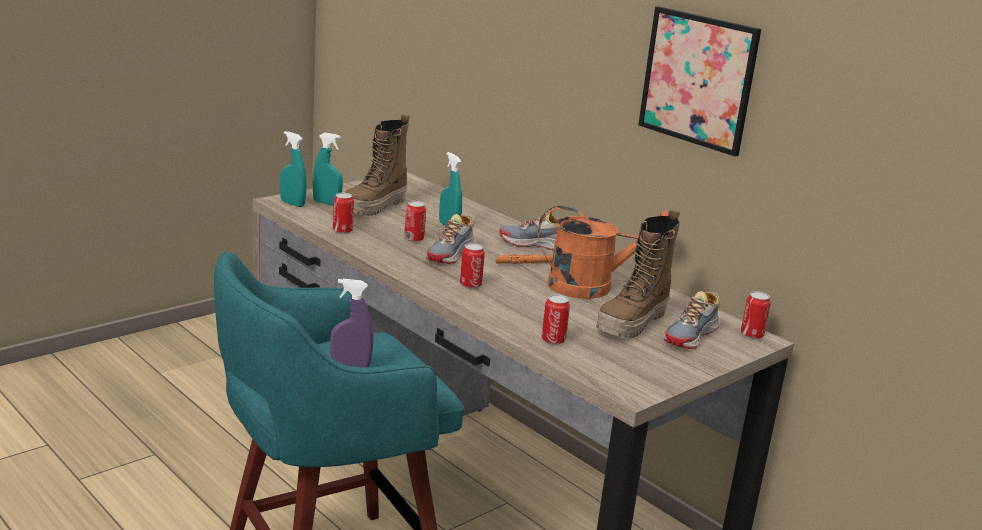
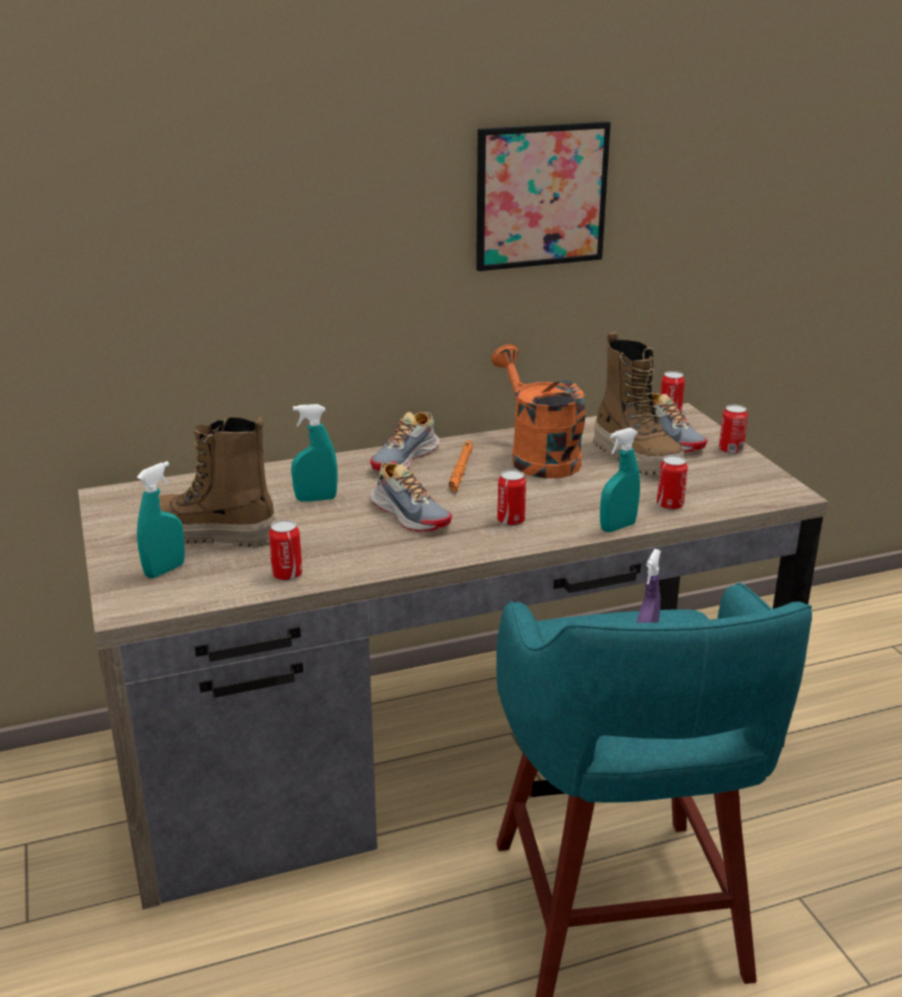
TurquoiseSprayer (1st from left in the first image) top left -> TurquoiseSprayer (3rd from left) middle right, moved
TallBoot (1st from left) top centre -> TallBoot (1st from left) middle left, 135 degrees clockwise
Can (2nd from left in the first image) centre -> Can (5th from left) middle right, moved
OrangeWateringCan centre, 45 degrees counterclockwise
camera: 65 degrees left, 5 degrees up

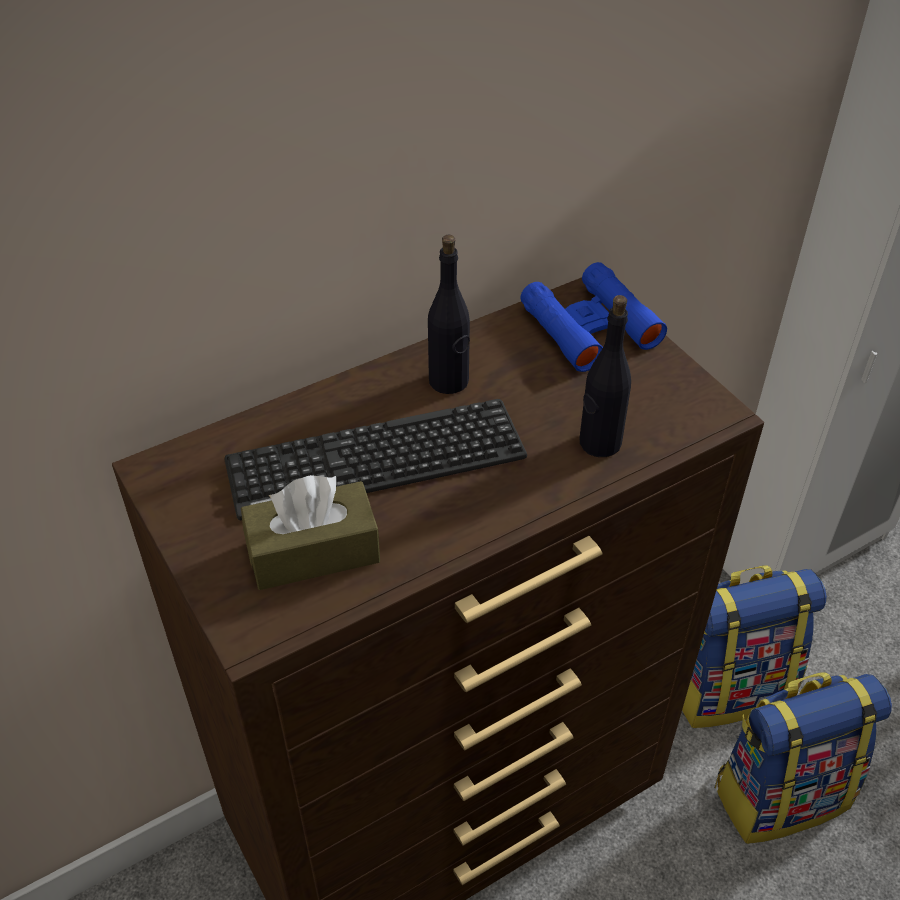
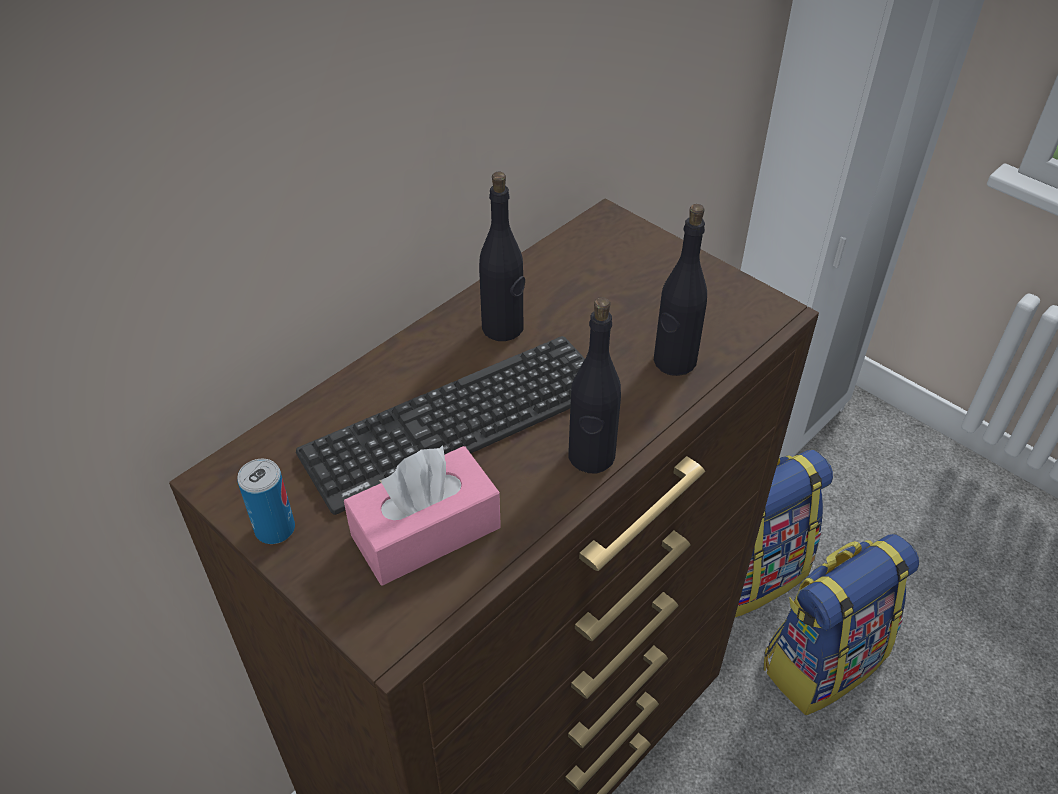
BrownishTissueBox centre -> PinkColouredTissueBox centre
BlueColouredBinoculars centre -> none
none -> Can middle left
none -> BlackishDrinkBottle (2nd from left) centre
camera: 15 degrees left, 0 degrees up

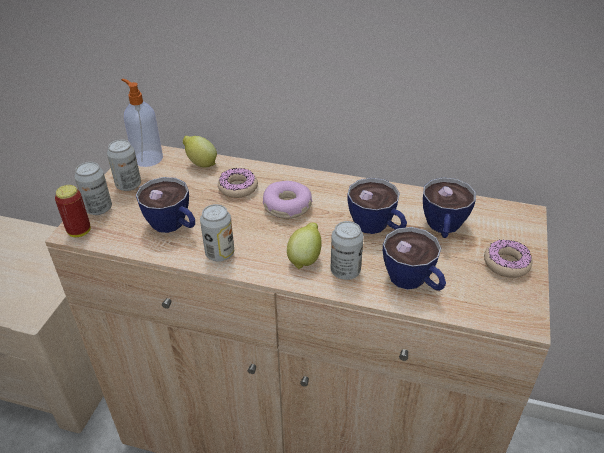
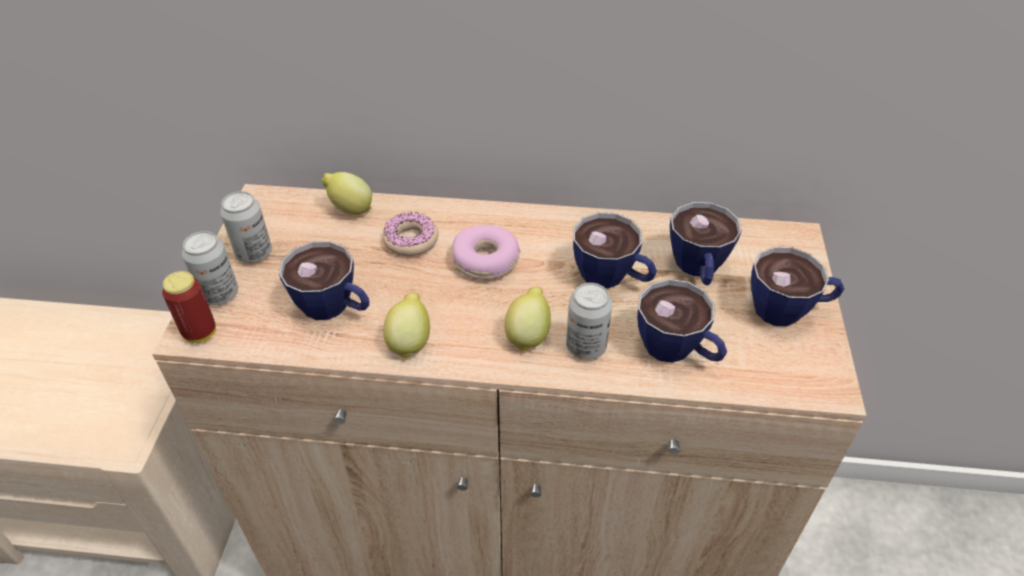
SoapBottle top left -> none
Can (4th from left) centre -> WholeLemon (2nd from left) centre
Doughnut (3rd from left) middle right -> SmallCup (5th from left) middle right
camera: 10 degrees left, 5 degrees up

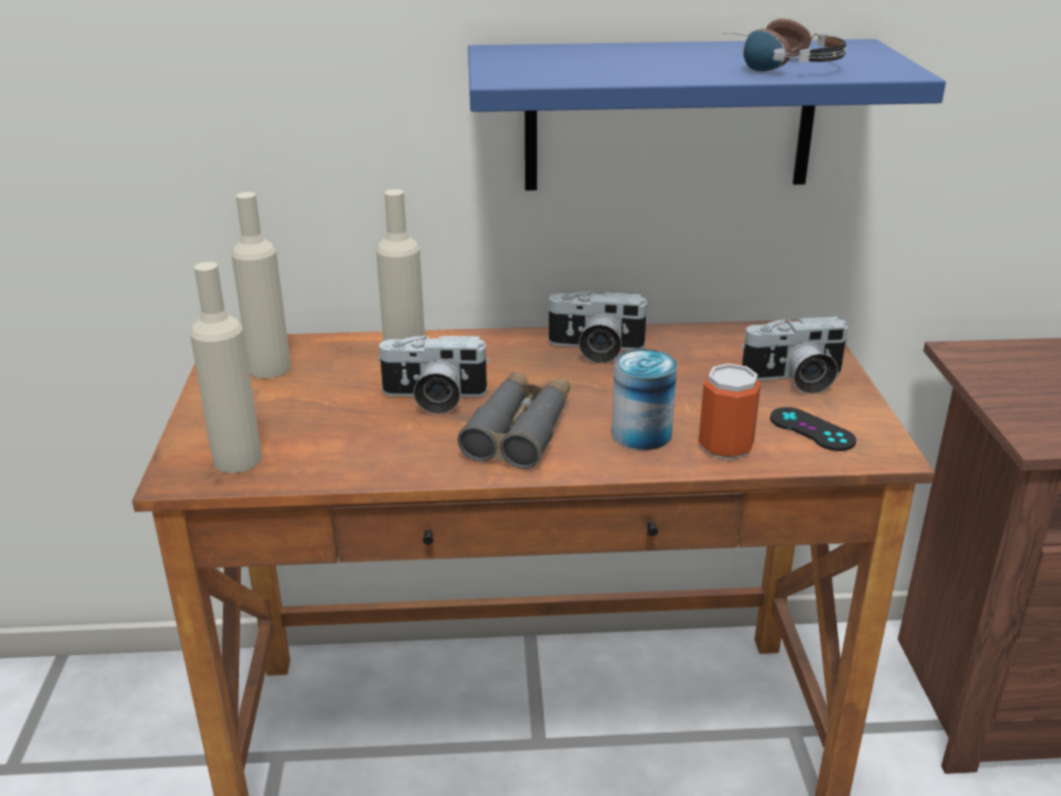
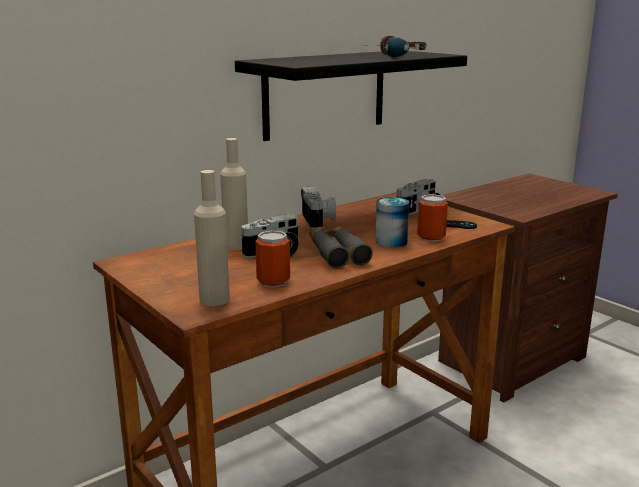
BeigeDrinkBottle (2nd from left) middle left -> none
BlueColouredShelf top centre -> BlackishShelf top centre
PhotoCamera (2nd from left) centre, 75 degrees counterclockwise
none -> Can (1st from left) centre
camera: 35 degrees left, 10 degrees down

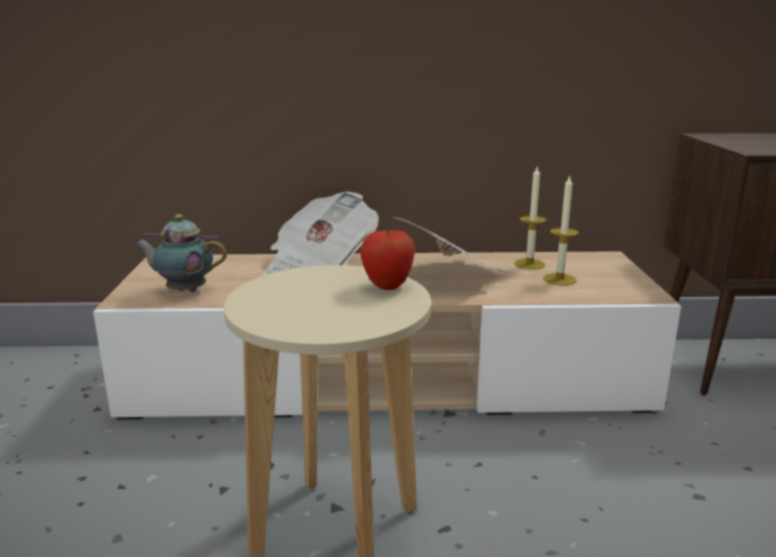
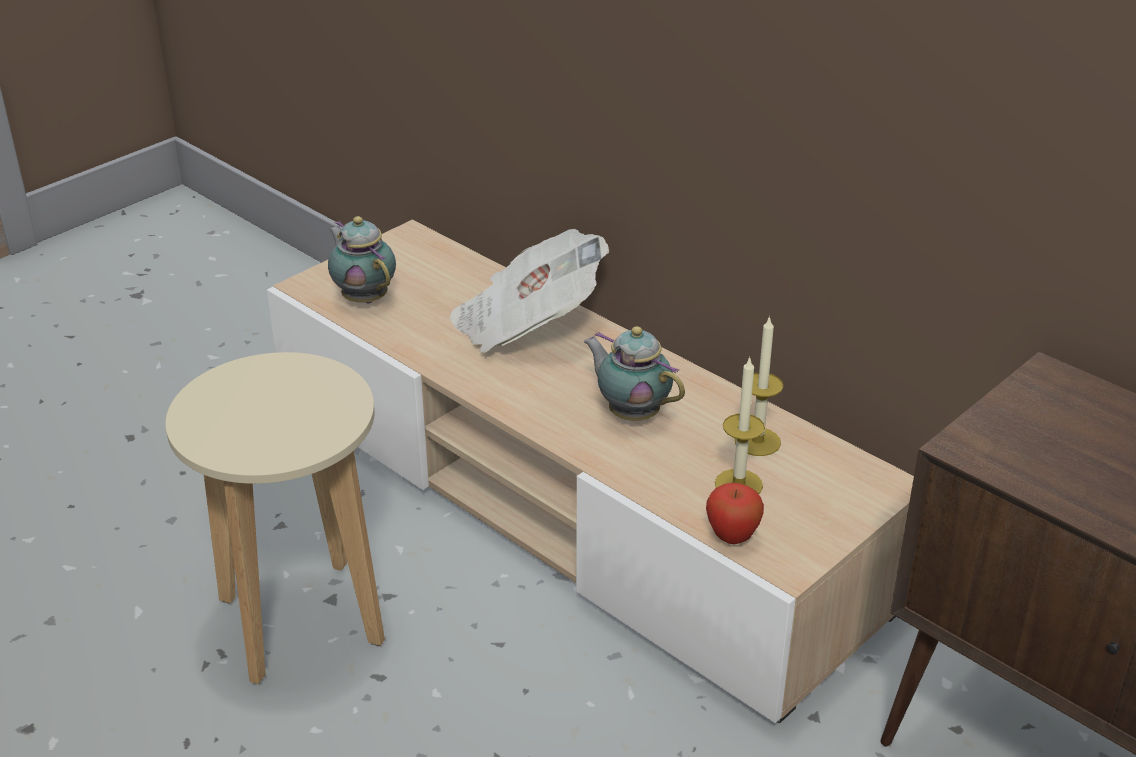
Apple centre -> Apple bottom centre, moved
PrintedPaper (2nd from left) centre -> PotForTea (2nd from left) centre
camera: 45 degrees right, 15 degrees up

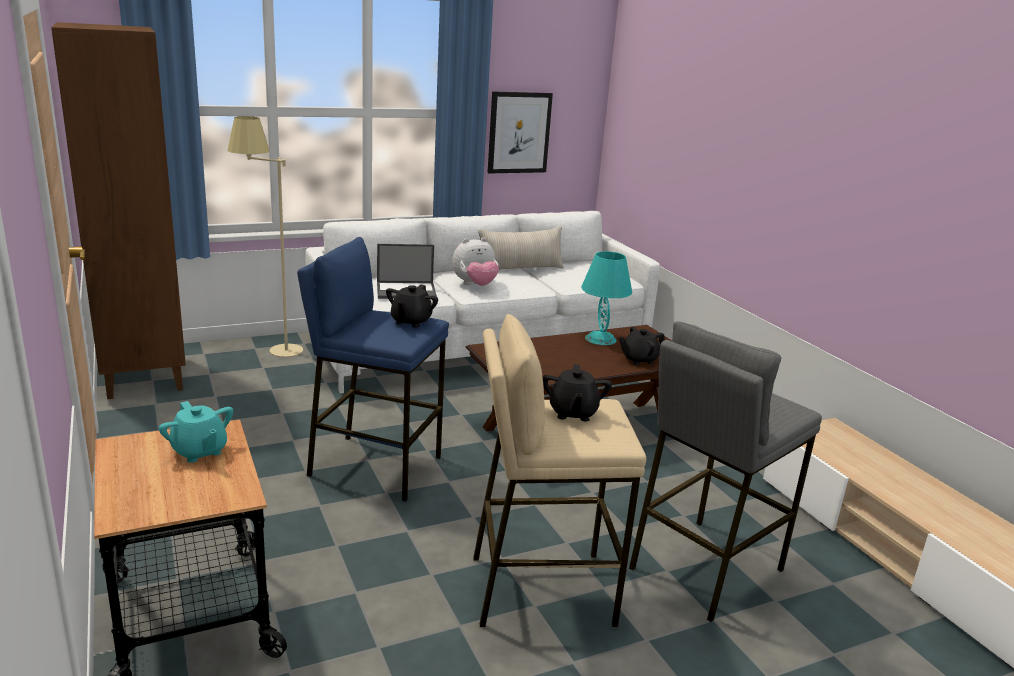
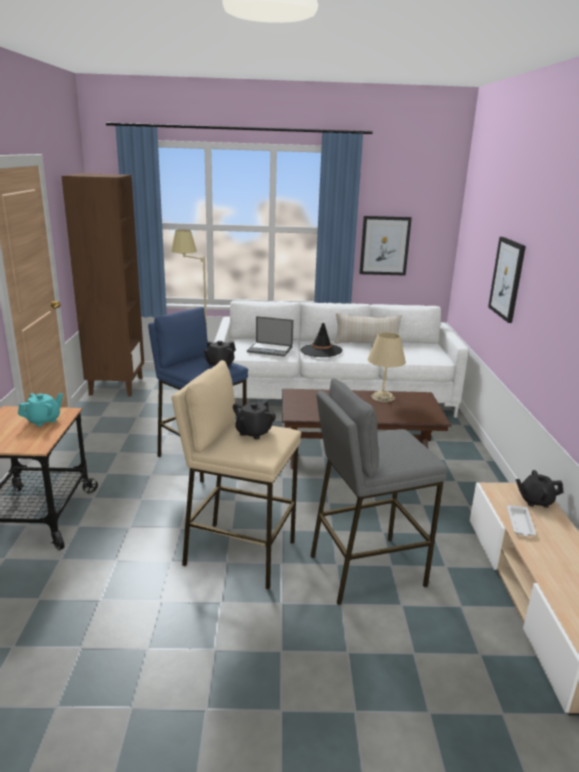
TurquoisePotForTea middle left, 120 degrees counterclockwise
CuddlyToy centre -> BlackishClothingHat centre
TurquoiseTabletopLamp centre -> BeigeTabletopLamp middle right
BlackishPotForTea (3rd from left) centre -> BlackishPotForTea (3rd from left) middle right, moved
none -> WallArt (2nd from left) middle right
none -> WhitishTray bottom right
camera: 25 degrees right, 0 degrees up

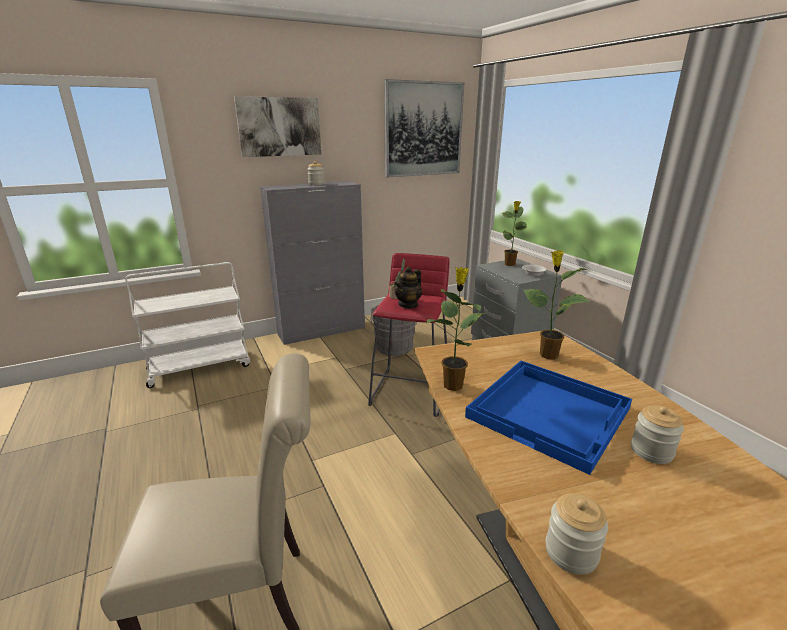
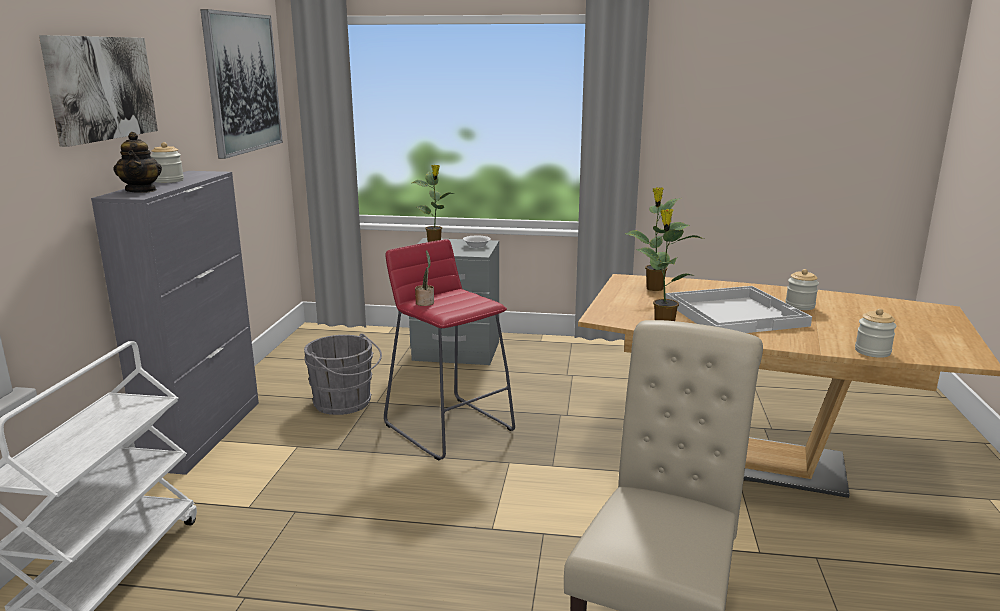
PotForTea centre -> PotForTea top left, moved
BlueColouredTray middle right -> WhitishTray middle right
camera: 55 degrees left, 5 degrees down

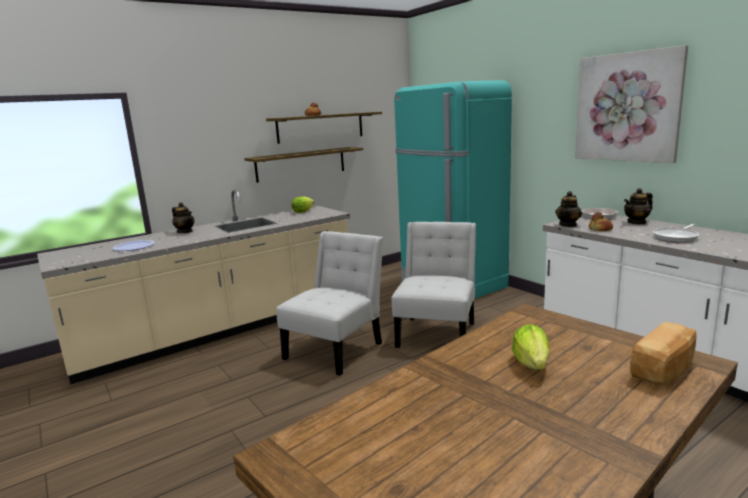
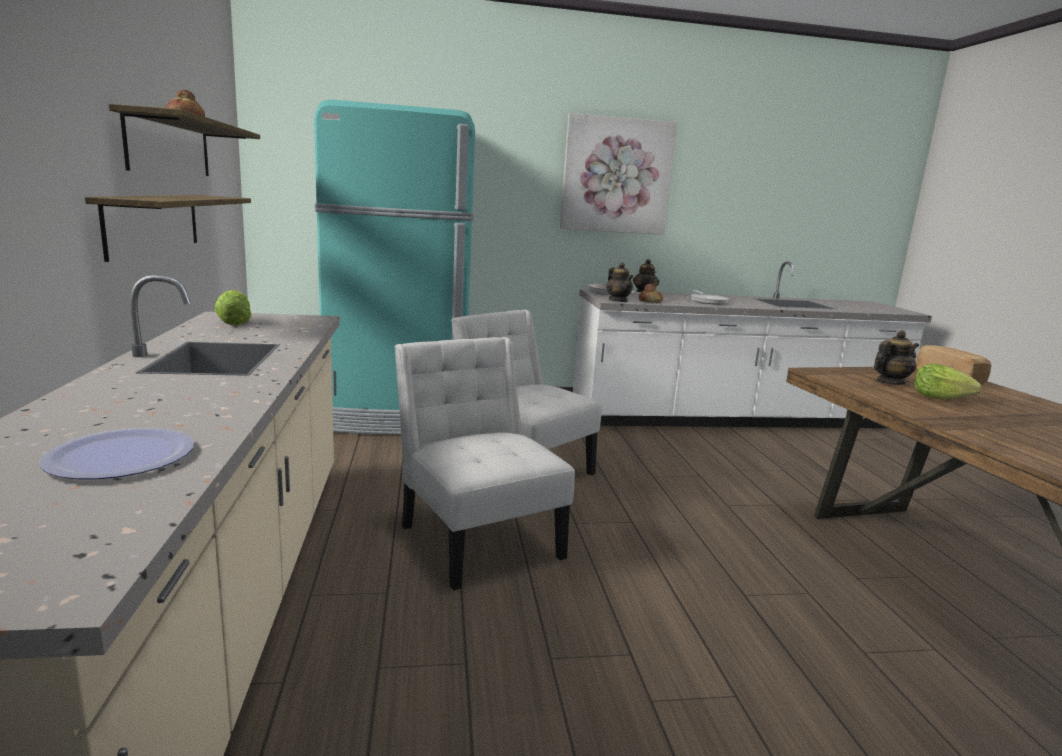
PotForTea (1st from left in the first image) middle left -> PotForTea (3rd from left) middle right, moved
camera: 65 degrees left, 0 degrees up

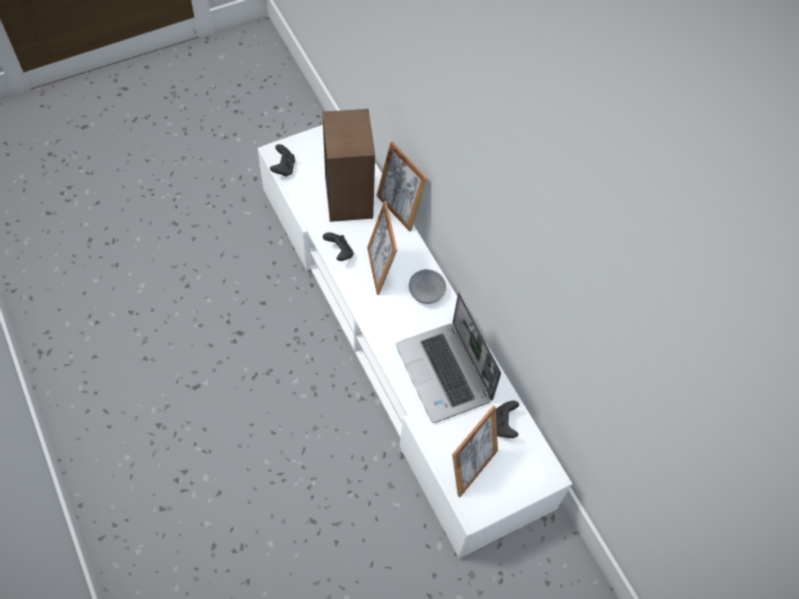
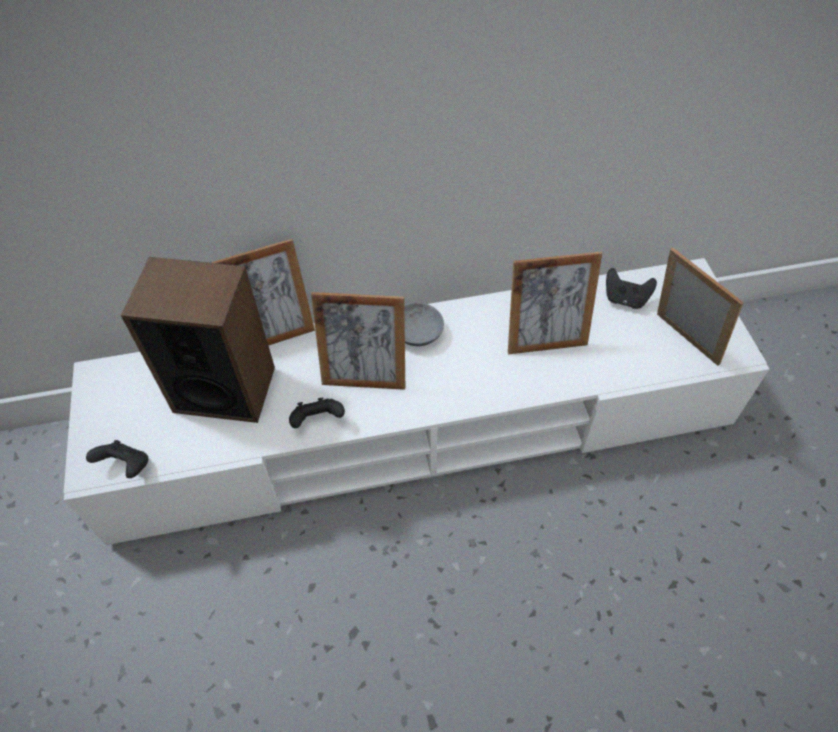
Laptop centre -> PhotoFrame (3rd from left) centre
camera: 70 degrees left, 5 degrees down

